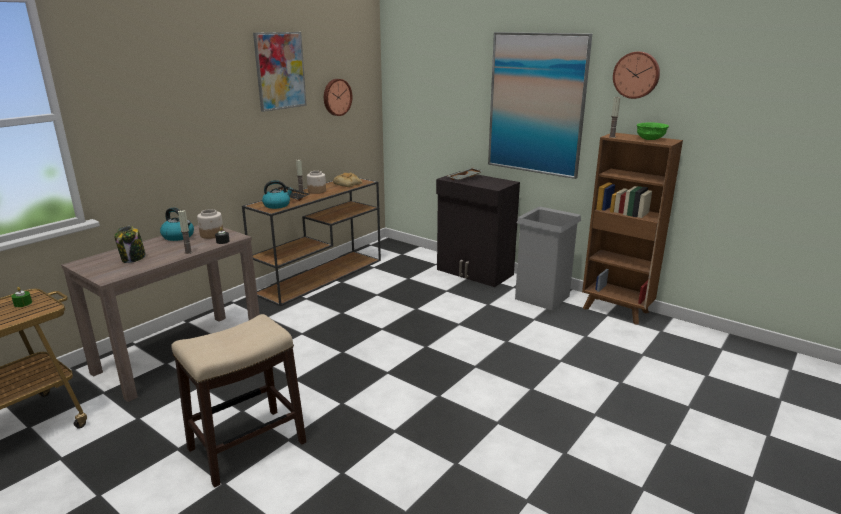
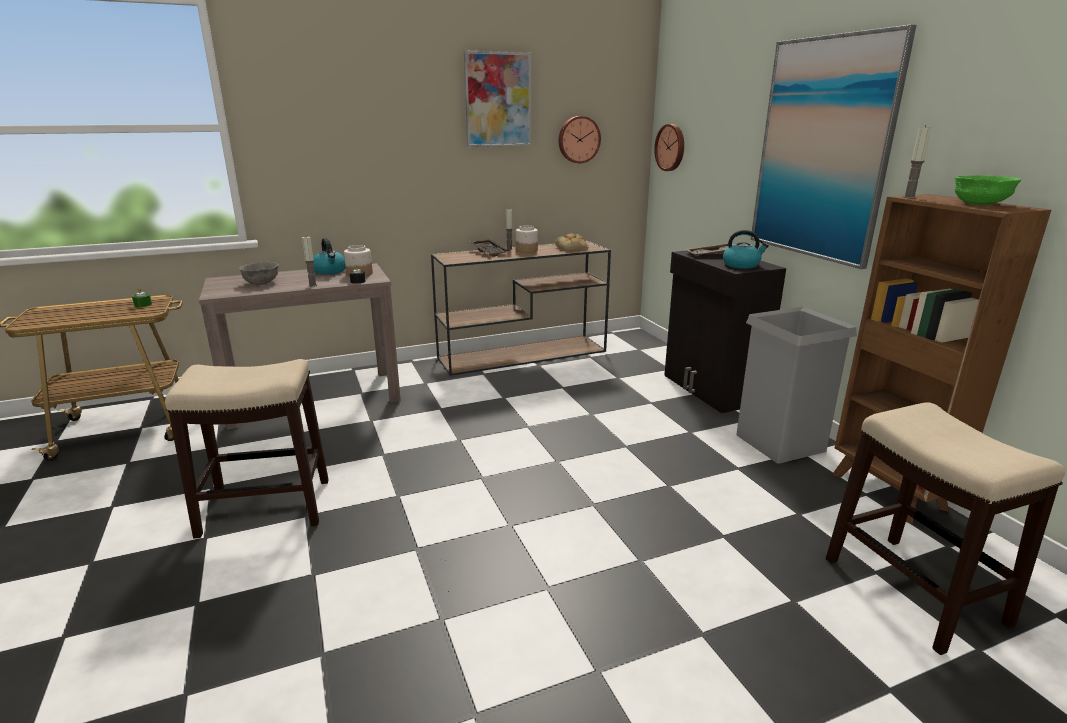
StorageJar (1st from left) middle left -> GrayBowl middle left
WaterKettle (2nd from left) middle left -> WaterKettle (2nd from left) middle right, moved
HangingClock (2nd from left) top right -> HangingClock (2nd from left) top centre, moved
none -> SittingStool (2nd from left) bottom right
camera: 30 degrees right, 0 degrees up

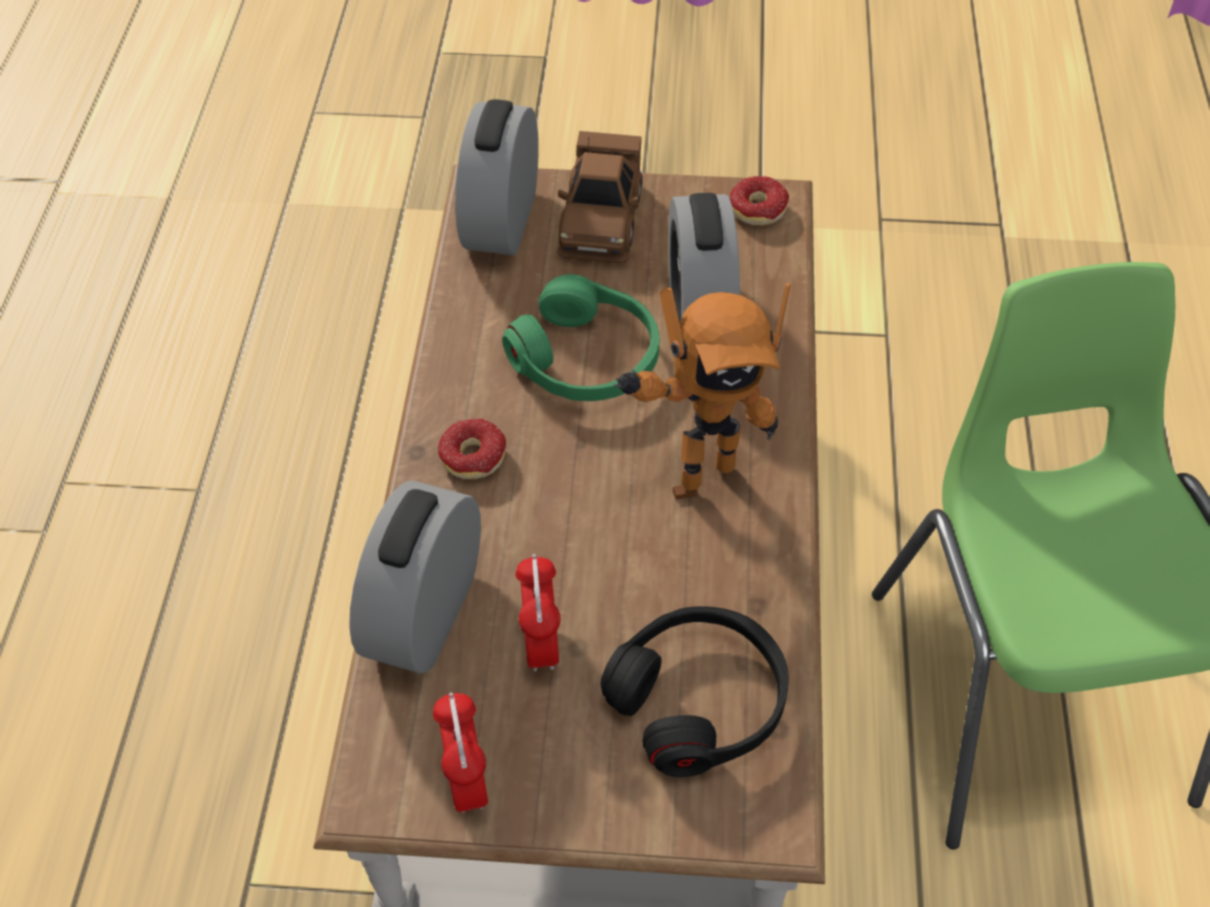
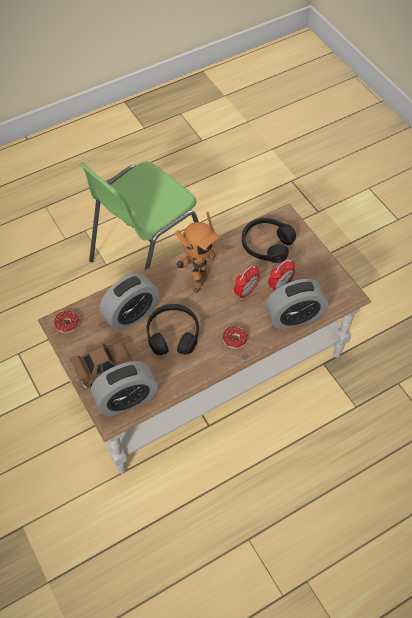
BedsideClock (2nd from left in the first image) bottom centre -> BedsideClock (3rd from left) centre, moved
GreenColouredPairOfHeadphones centre -> BlackishPairOfHeadphones (1st from left) centre
ToyRobot centre, 90 degrees clockwise
camera: 125 degrees left, 5 degrees up

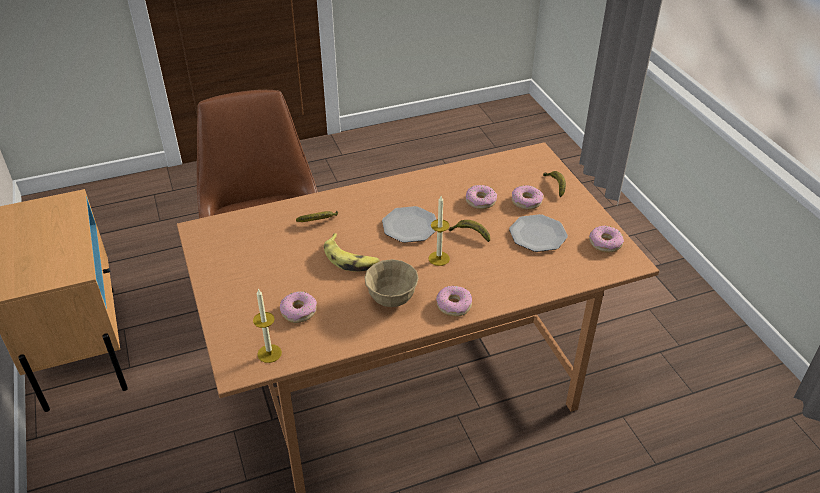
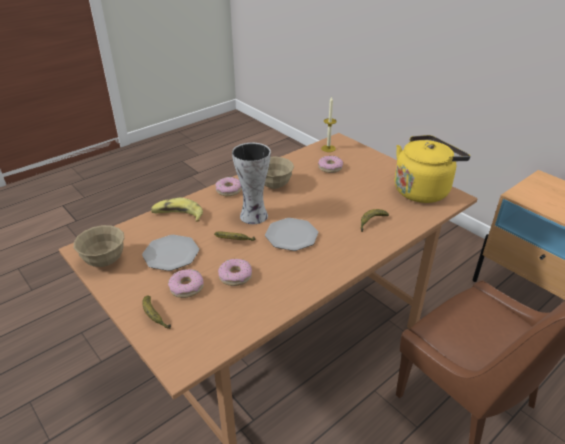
WholeBanana (2nd from left) centre -> WholeBanana (2nd from left) middle left, moved
Candle (2nd from left) centre -> Vase centre
Doughnut (5th from left) middle right -> BeigeBowl (1st from left) middle left
none -> YellowishWaterKettle middle right
camera: 160 degrees right, 5 degrees down

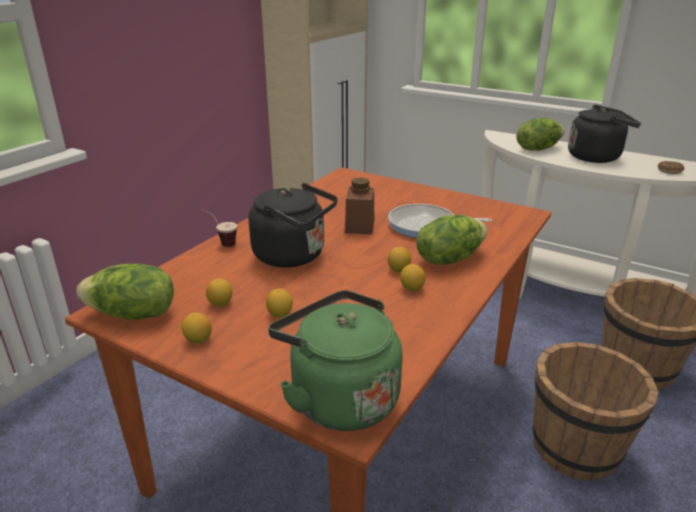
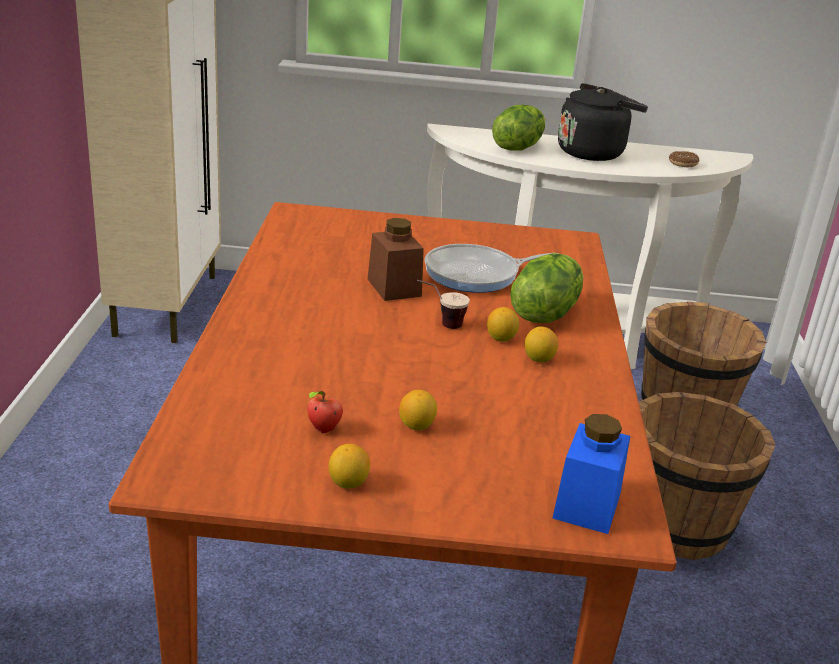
HeadOfLettuce (1st from left) middle left -> none
SmallCup middle left -> SmallCup centre, moved
WholeLemon (2nd from left) middle left -> Apple centre
BlackishWaterKettle (1st from left) centre -> none
GreenColouredWaterKettle bottom centre -> BlueColouredStorageJar bottom right
camera: 30 degrees left, 0 degrees up

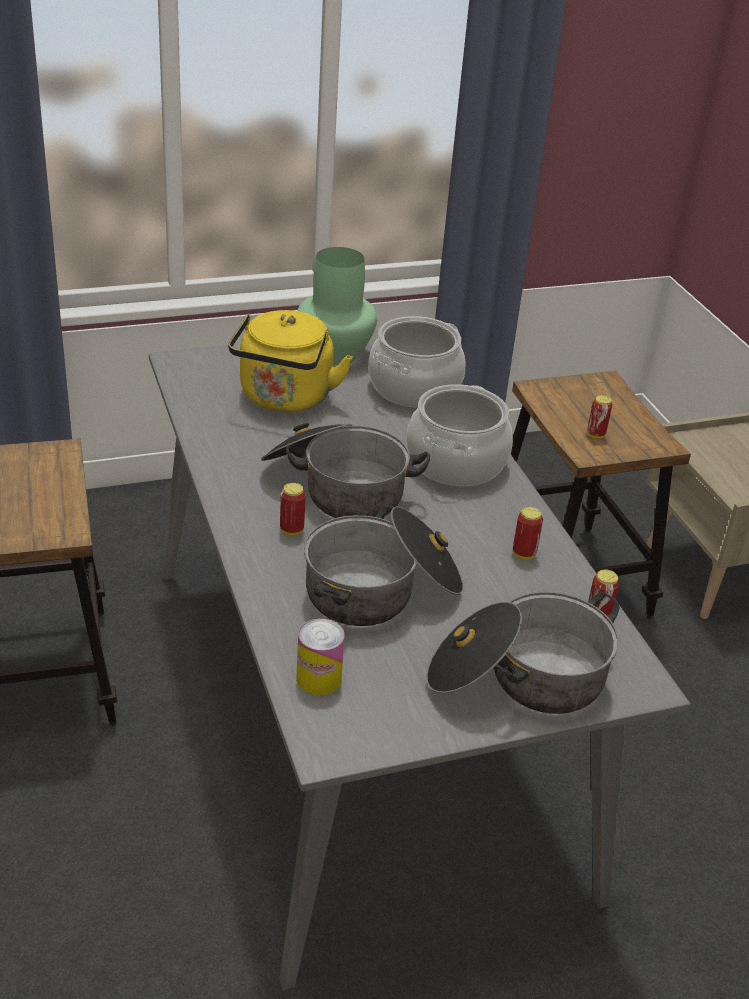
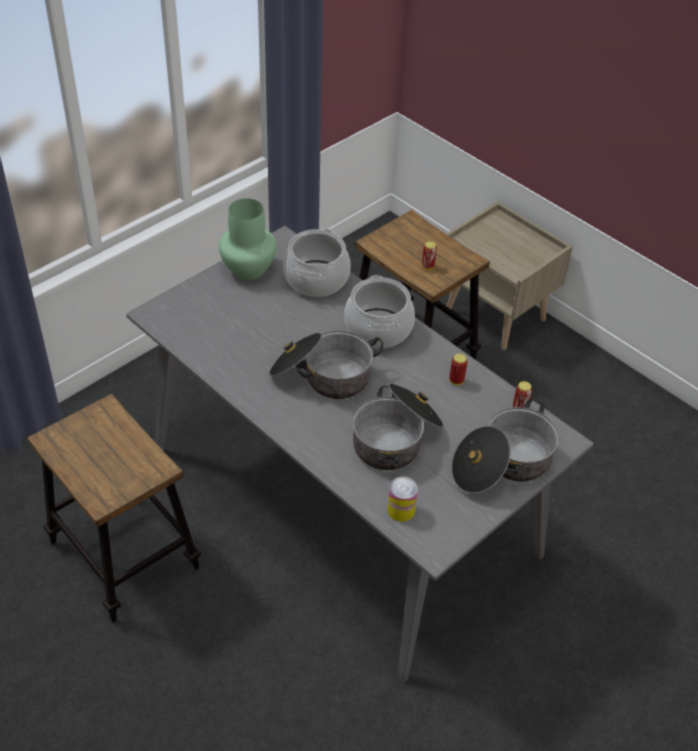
YellowishWaterKettle centre -> none
Can (1st from left) centre -> none
camera: 25 degrees left, 10 degrees up

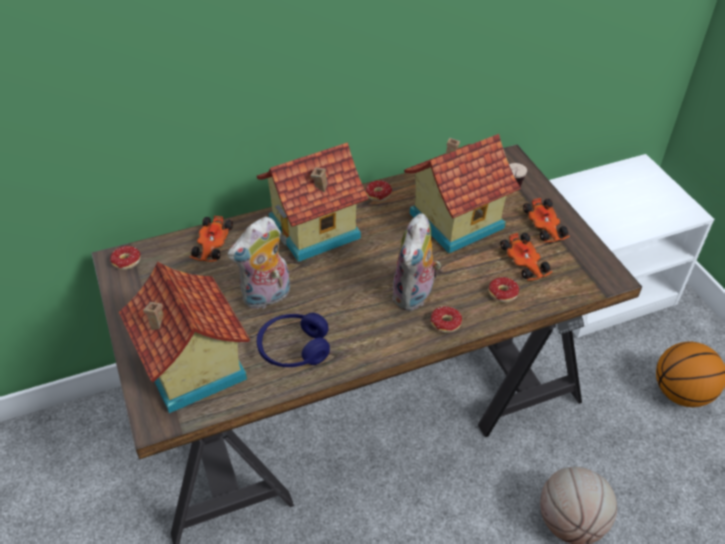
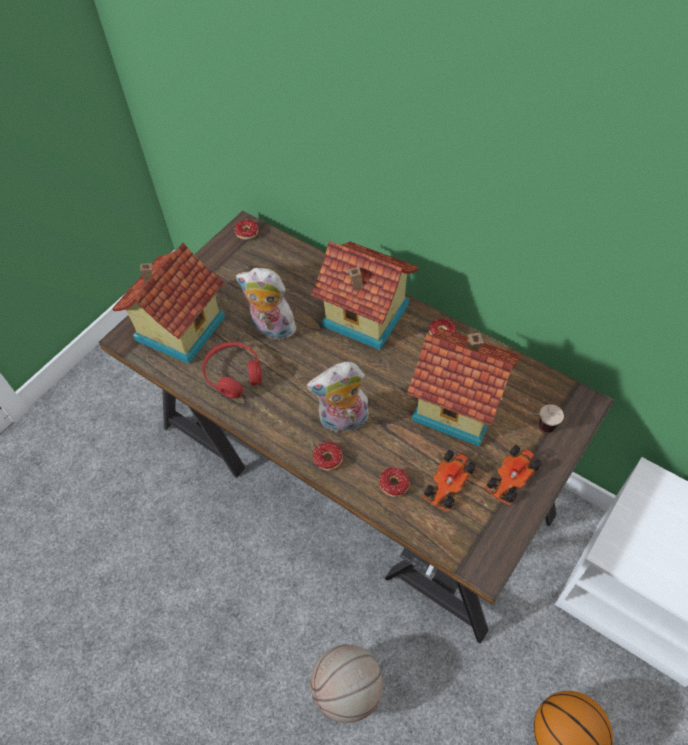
ModelCar (1st from left) middle left -> none
BlueColouredPairOfHeadphones centre -> RedPairOfHeadphones centre
camera: 60 degrees right, 10 degrees up

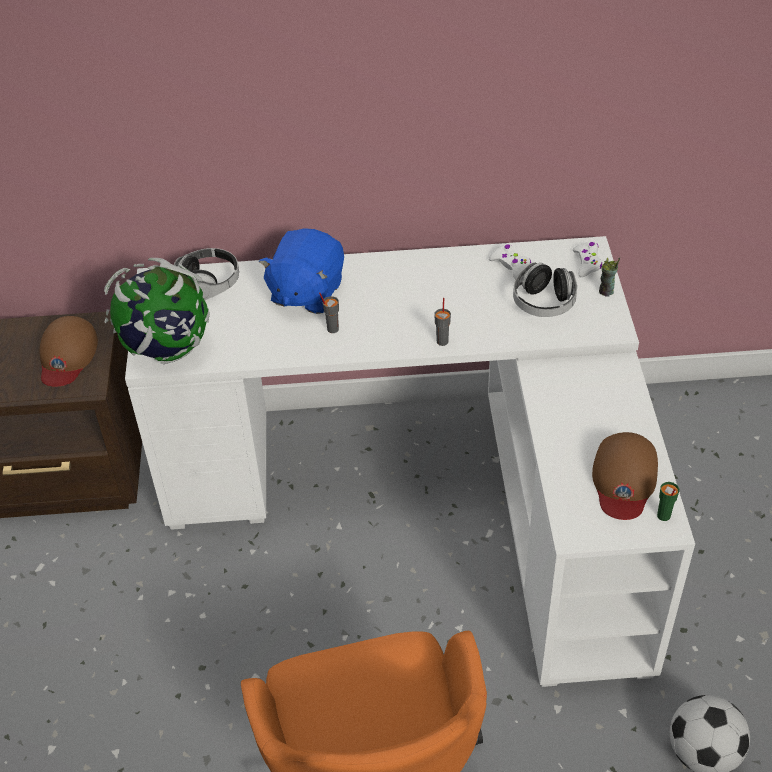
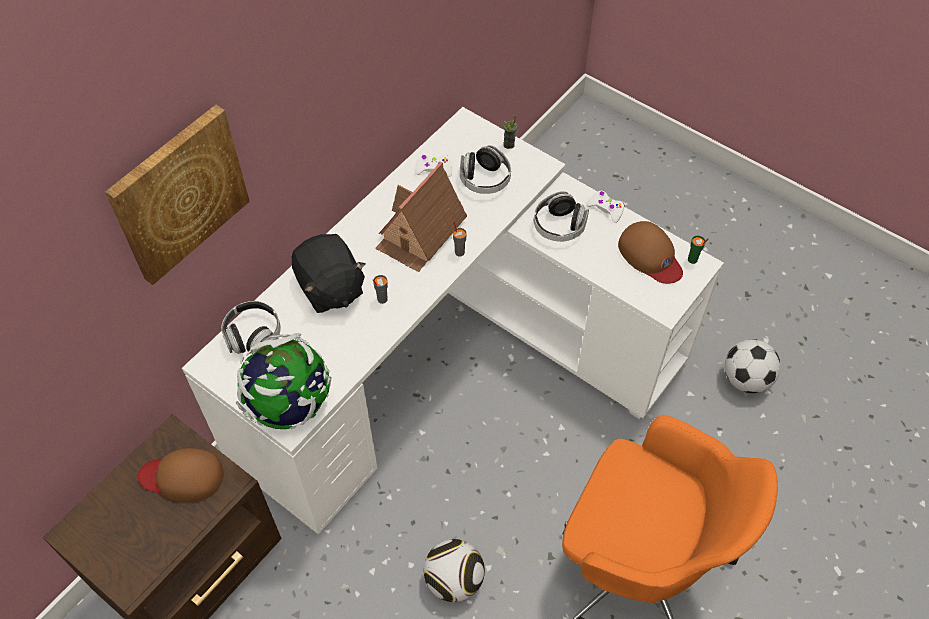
BrownishBaseballCap (1st from left) middle left -> BrownishBaseballCap (1st from left) bottom left, 135 degrees clockwise
BlueColouredCuddlyToy centre -> BlackishCuddlyToy centre
WhitishGamepad (2nd from left) middle right -> WhitishGamepad (2nd from left) top centre, moved
none -> WallArt top left
none -> MiniatureHouse centre
none -> Football (1st from left) bottom centre
none -> PairOfHeadphones (3rd from left) centre
camera: 50 degrees left, 10 degrees up

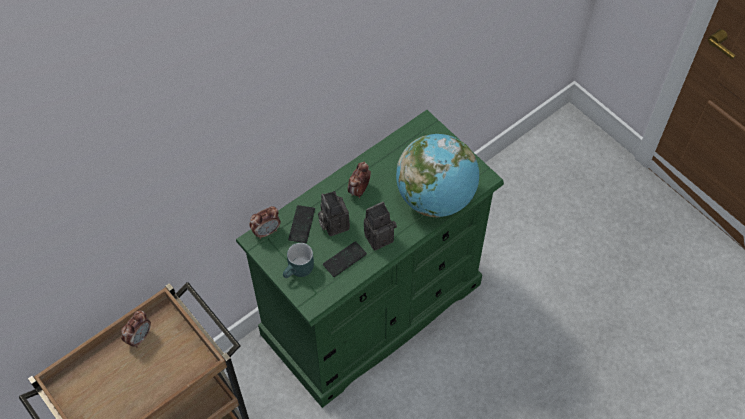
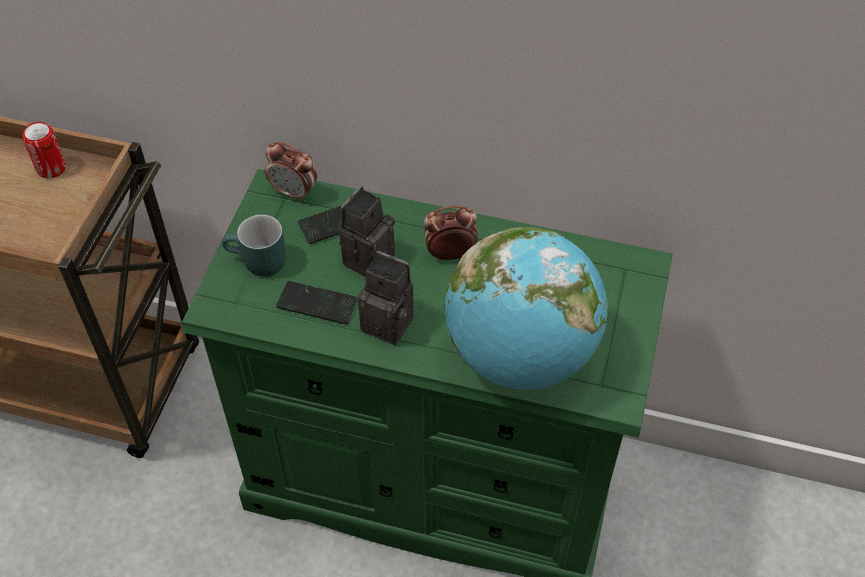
BedsideClock (1st from left) bottom left -> Can top left
camera: 55 degrees right, 5 degrees down

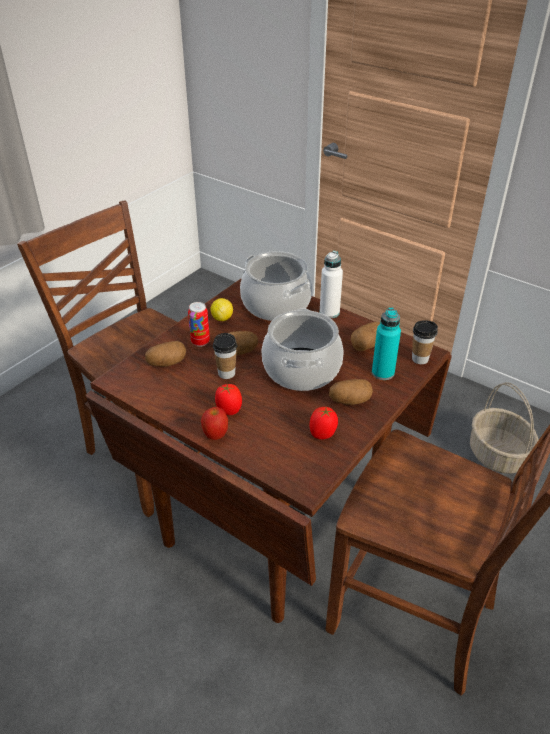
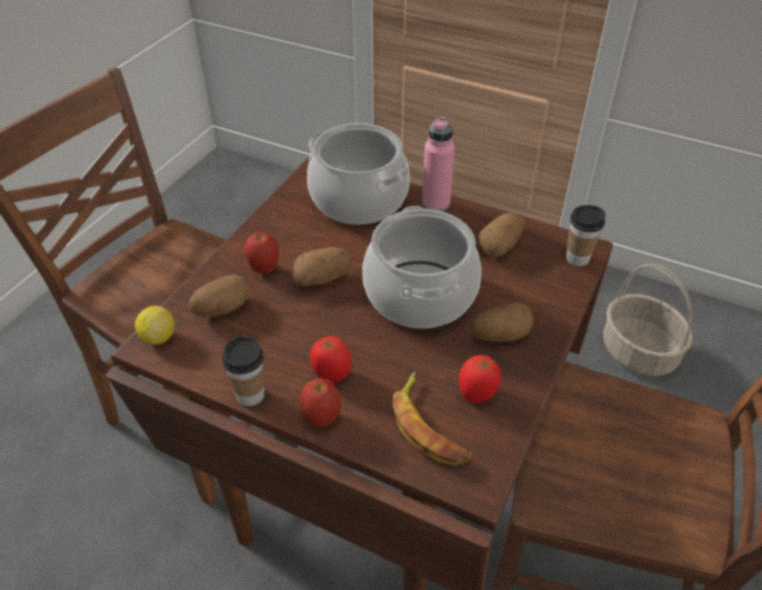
Can centre -> Apple (1st from left) centre
WholeLemon centre -> WholeLemon middle left, moved
SmallCup (1st from left) centre -> SmallCup (1st from left) middle left, moved
WhitishDrinkBottle centre -> PinkColouredDrinkBottle top centre
TurquoiseDrinkBottle middle right -> none
none -> WholeBanana bottom centre
camera: 10 degrees left, 5 degrees up

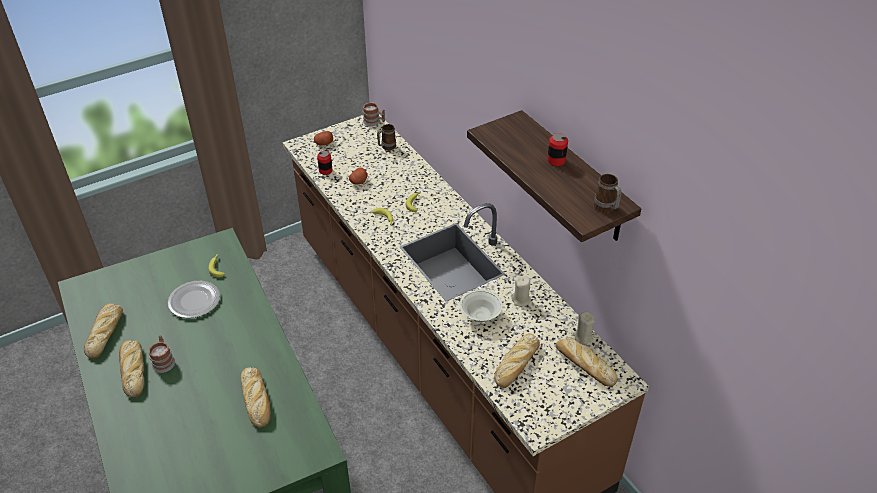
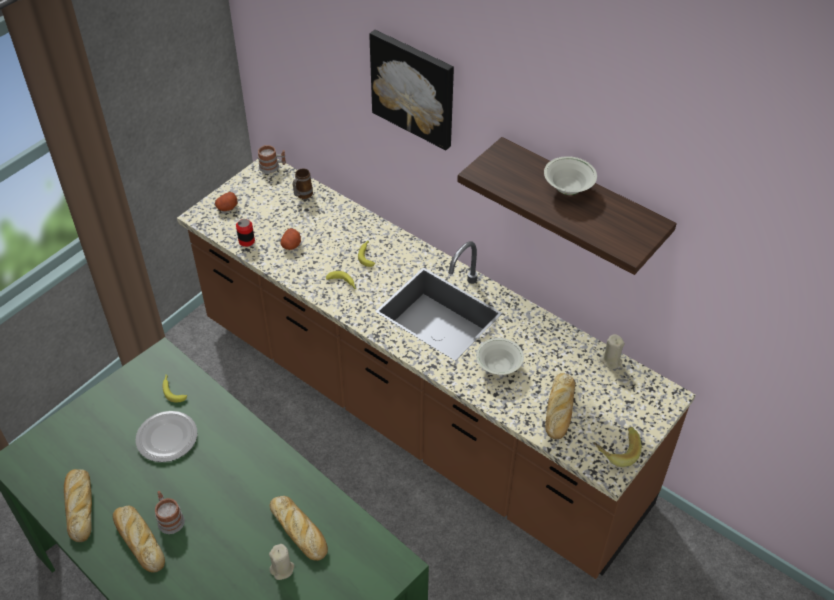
BeigeCandle (1st from left) centre -> BeigeCandle (1st from left) bottom centre, moved
Can (2nd from left) top centre -> WhitishBowl (2nd from left) top right
Bread (5th from left) bottom right -> none
CoffeeMug (4th from left) middle right -> none
none -> WallArt top centre
none -> WholeBanana (4th from left) bottom right
camera: 20 degrees left, 5 degrees up

